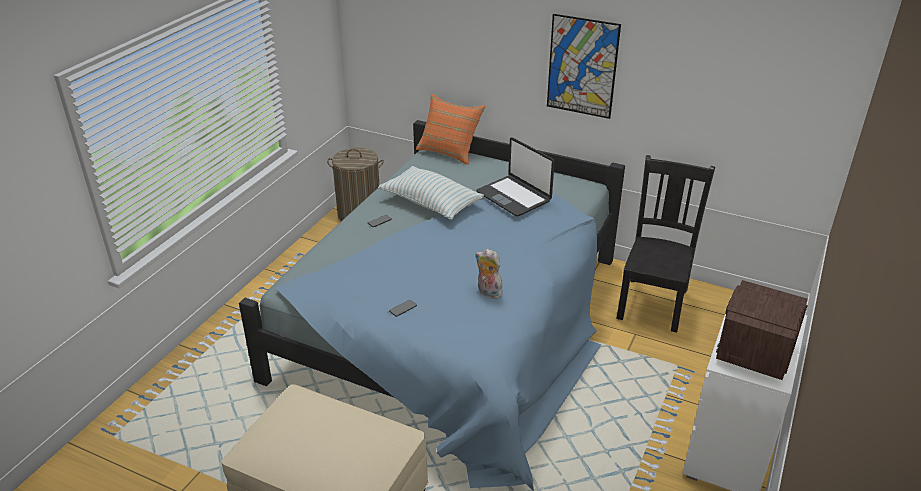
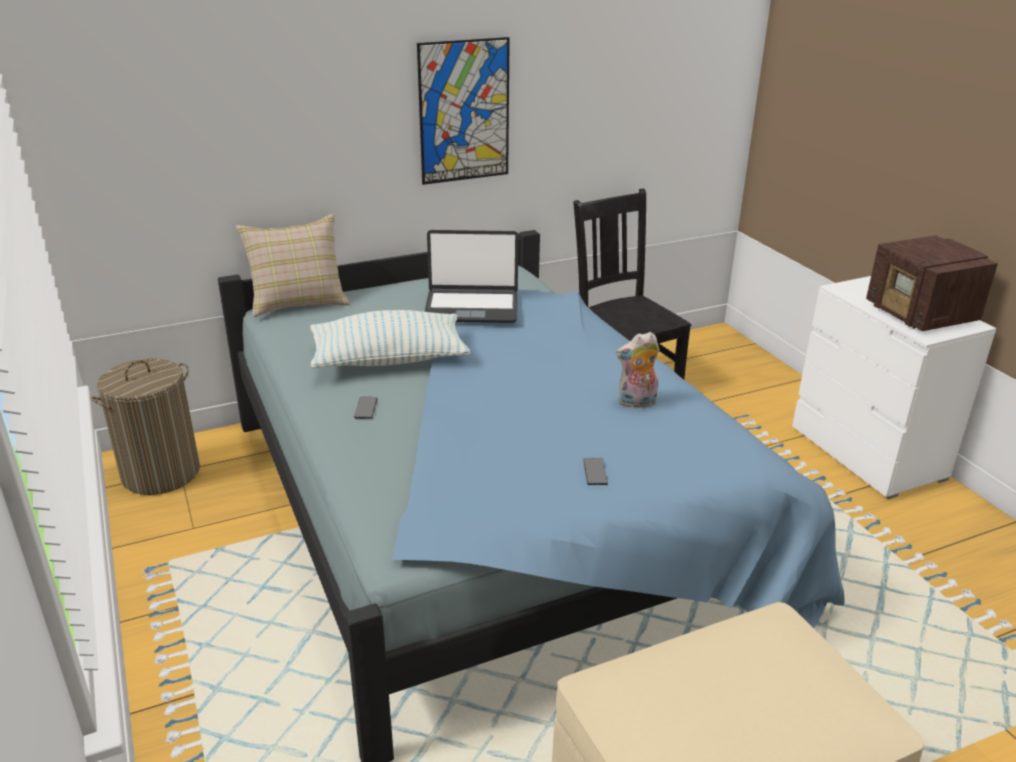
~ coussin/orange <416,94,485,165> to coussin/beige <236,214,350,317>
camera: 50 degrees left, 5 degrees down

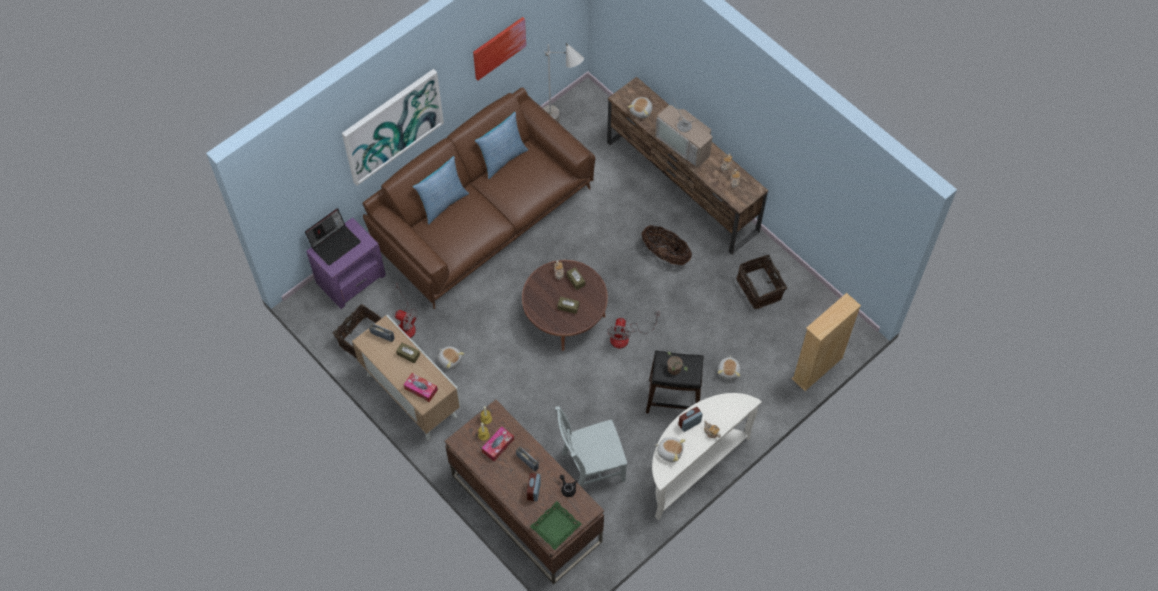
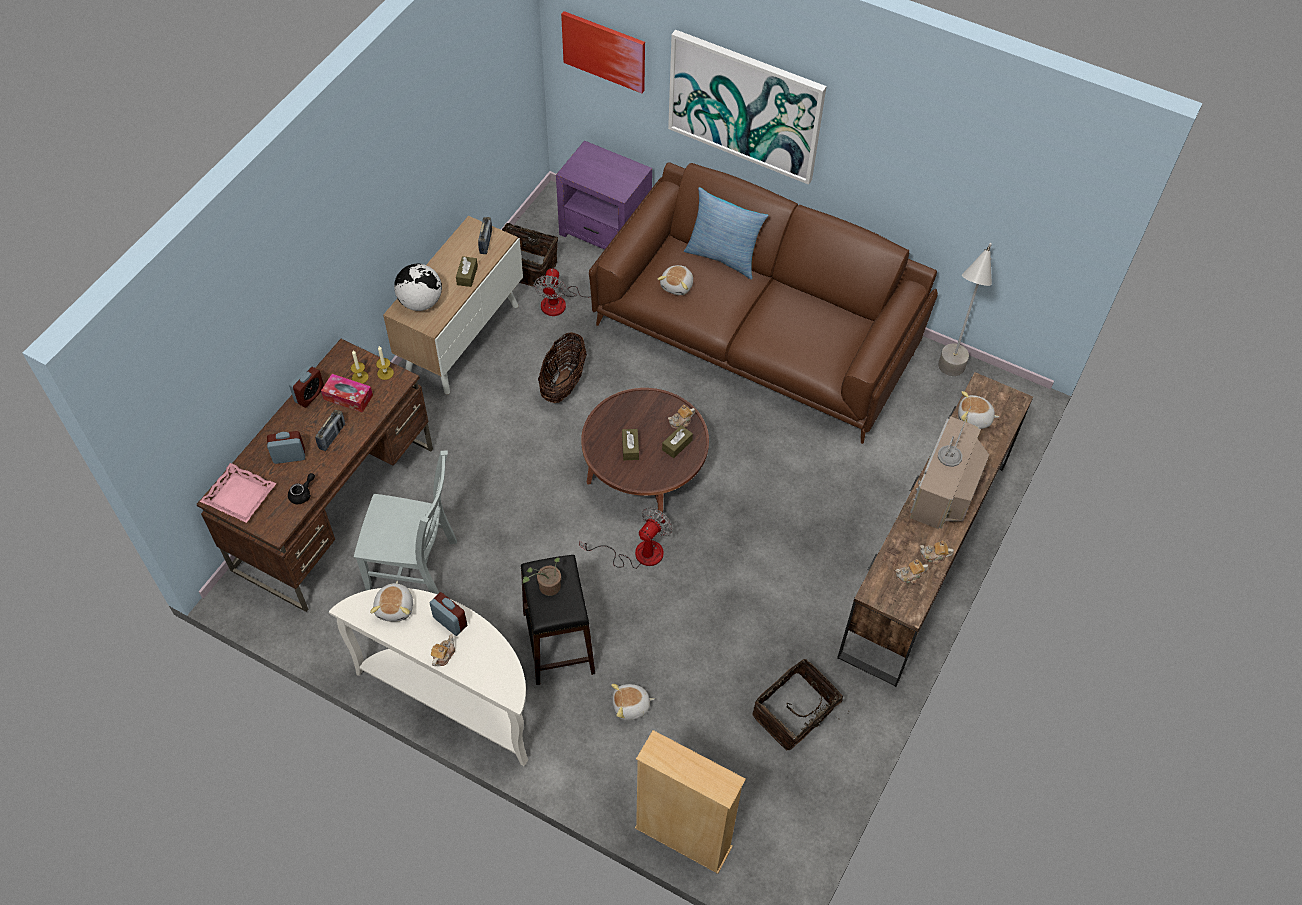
- ordinateur portable <305,208,361,265>
~ boîte à mouchoirs <404,373,438,402> to globe <394,264,442,311>
~ peluche <438,346,464,369> to <658,265,693,295>
~ tableau <473,17,526,80> to <561,11,645,93>
- coussin <475,112,528,179>
~ plateau/vert <530,501,582,550> to plateau/rose <200,463,276,523>
~ chaise/gris <555,406,627,488> = <354,450,457,594> 135 degrees clockwise
~ ventilateur <607,311,660,348> = <579,508,672,569> 135 degrees clockwise
~ panier <642,225,692,265> to <538,332,587,403>
+ réveil <289,365,324,408>
camera: 70 degrees right, 5 degrees down

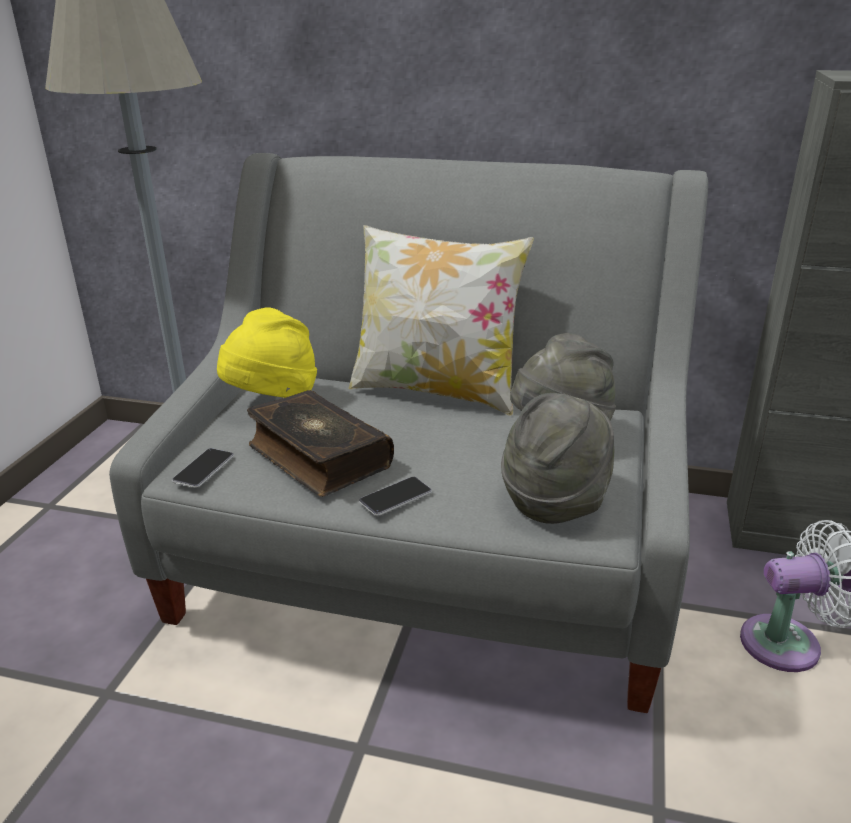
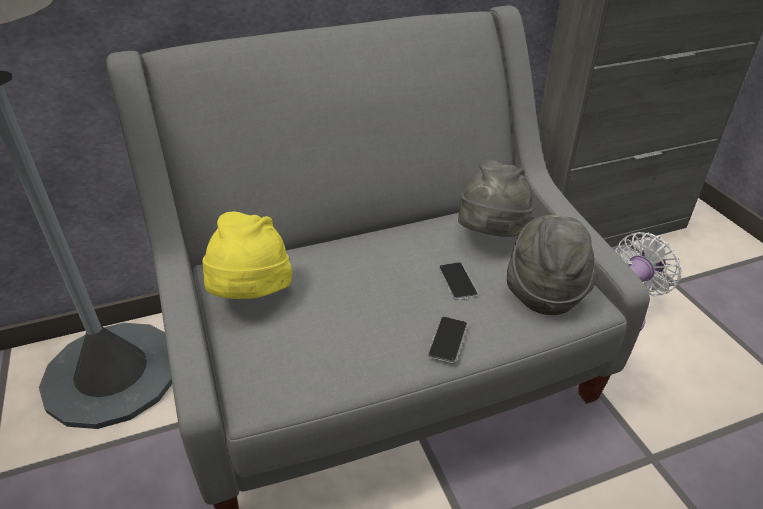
~ téléphone <172,448,234,488> to <439,262,478,300>
- livre <247,390,394,497>
- coussin <348,225,534,415>
camera: 35 degrees left, 10 degrees up

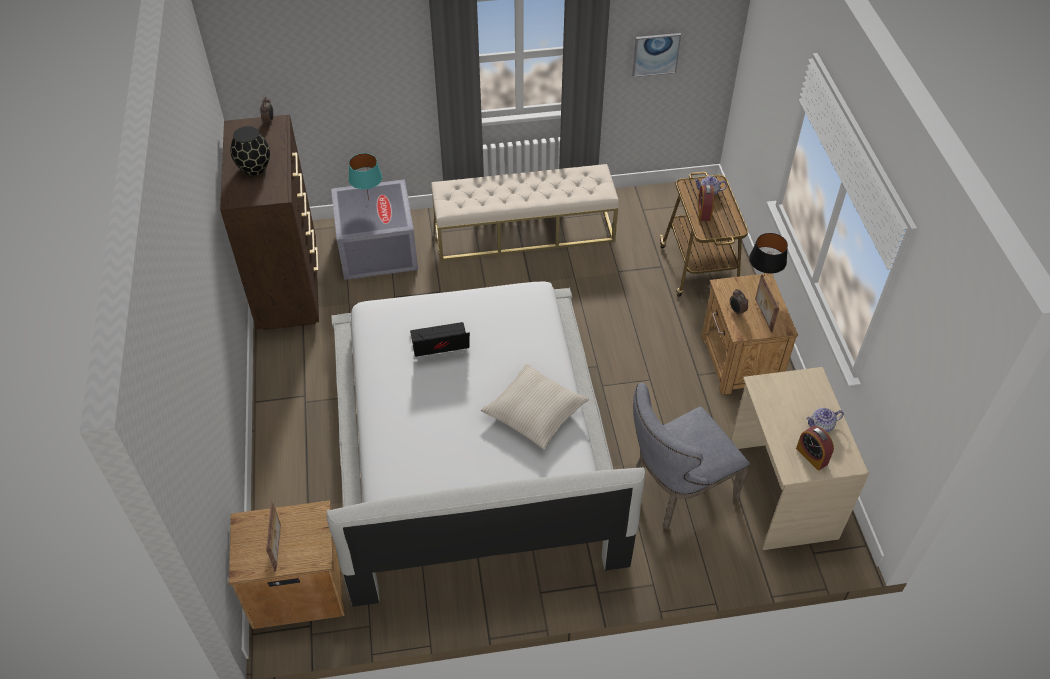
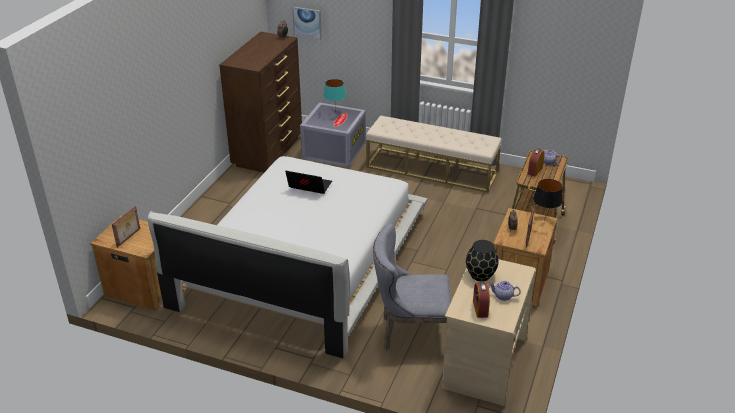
~ vase/noir <231,126,270,176> to <466,240,499,281>
- coussin/beige <481,364,589,450>
~ tableau <632,33,681,77> to <292,7,322,40>
camera: 30 degrees right, 15 degrees down

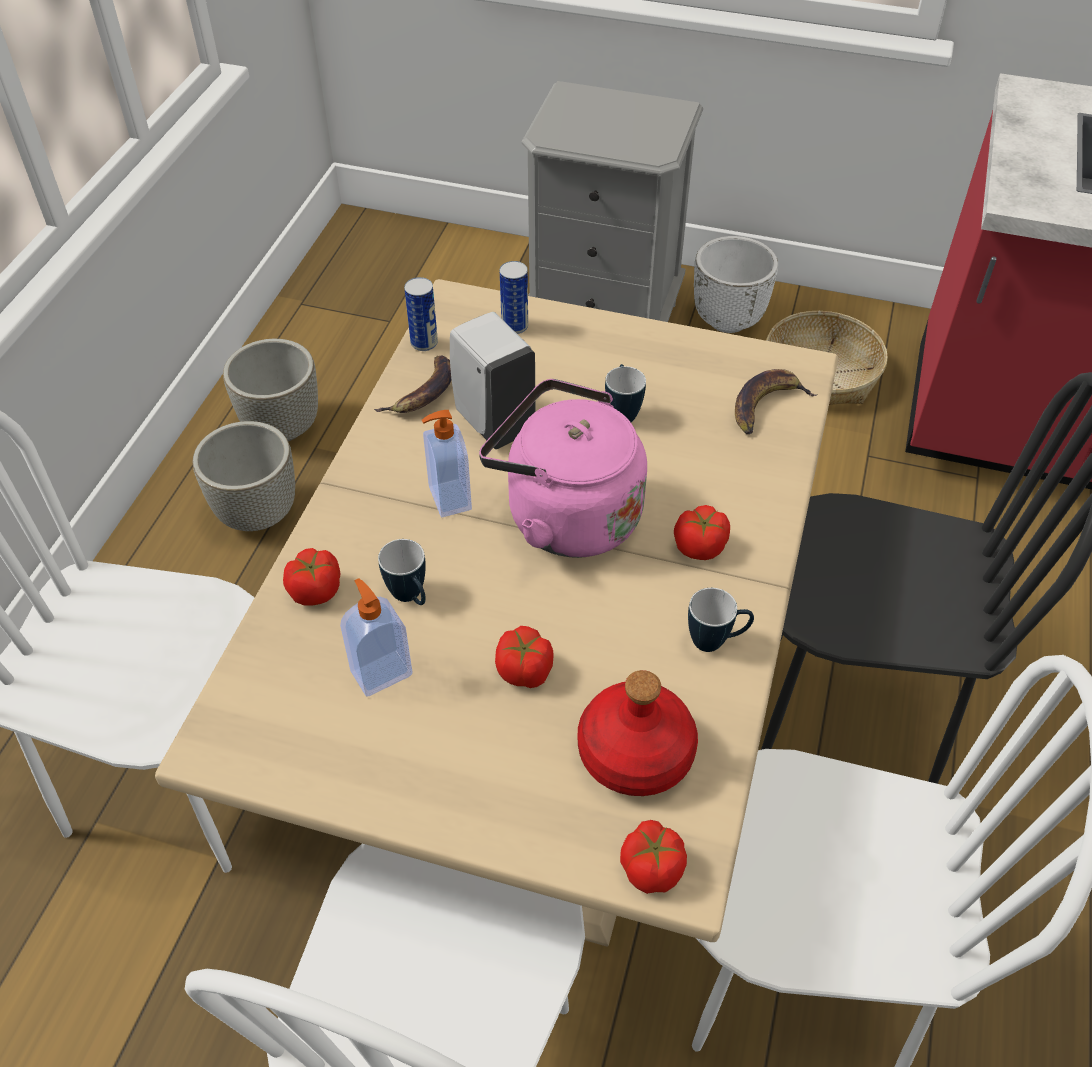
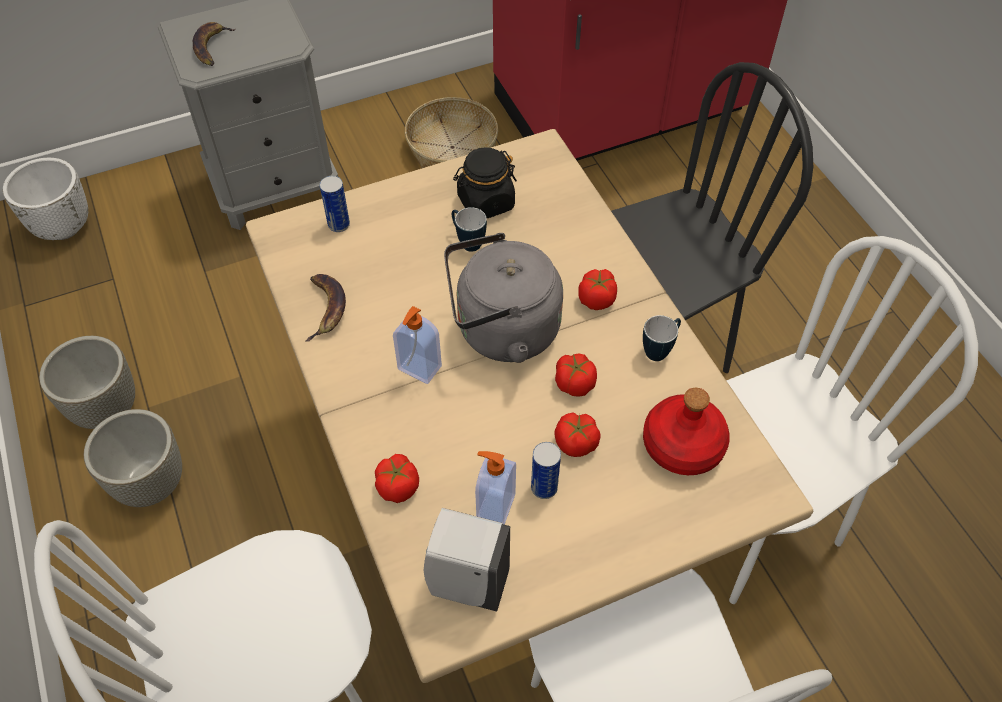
- mug <378,539,426,605>
~ boîte métallique <404,277,438,351> to <531,442,561,499>
~ distributeur de savon/blanc <450,312,536,449> to <424,508,510,612>
~ bouilloire/rose <479,379,647,558> to bouilloire/gris <444,233,563,363>
~ tomate <620,820,687,894> to <555,353,597,397>
~ cache-pot/blanc <694,236,778,333> to <3,158,88,240>
~ banane <735,369,817,434> to <193,22,236,66>
+ bocal/noir <453,147,517,219>
camera: 40 degrees left, 5 degrees up

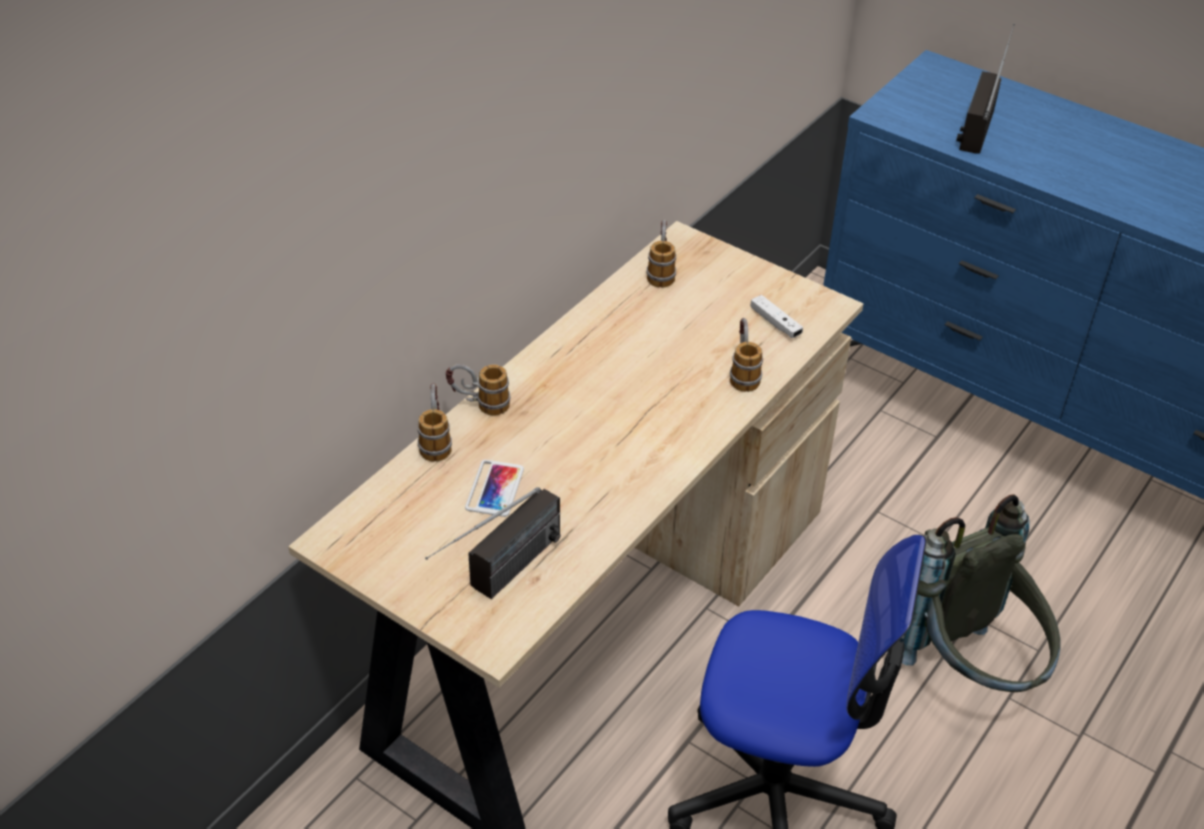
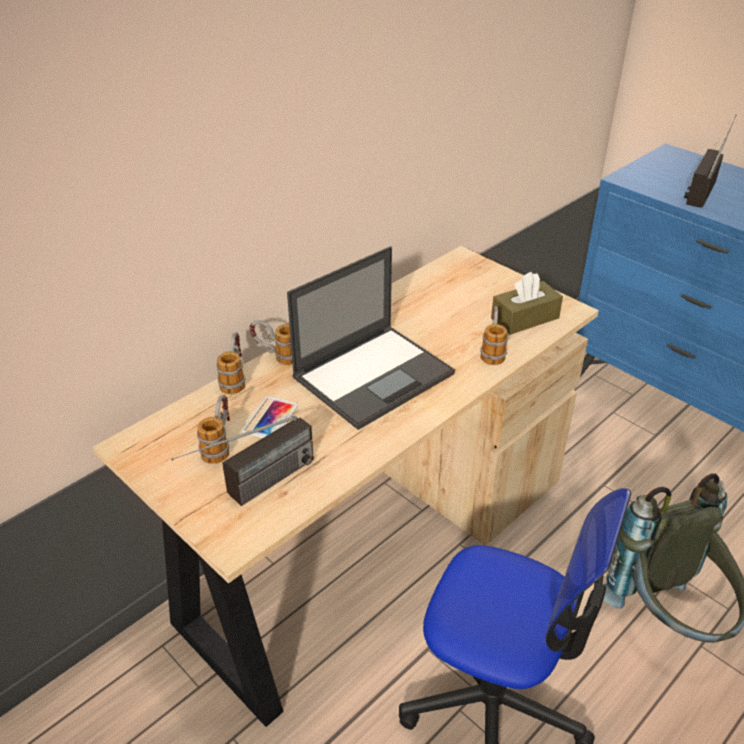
~ mug <647,220,676,288> to <197,395,230,464>
~ manette/blanc <751,295,803,338> to boîte à mouchoirs/marron <491,272,563,335>
+ ordinateur portable <287,246,455,430>
camera: 10 degrees right, 5 degrees down

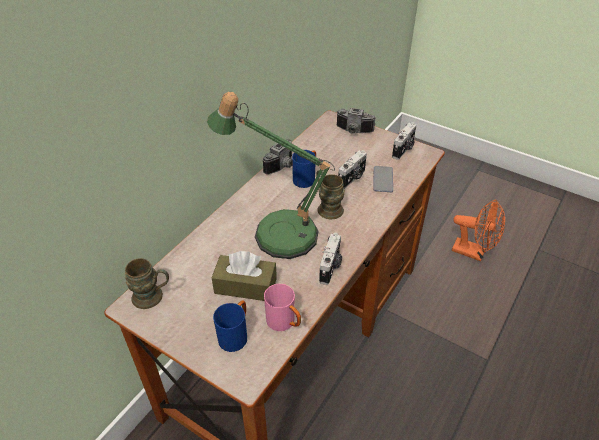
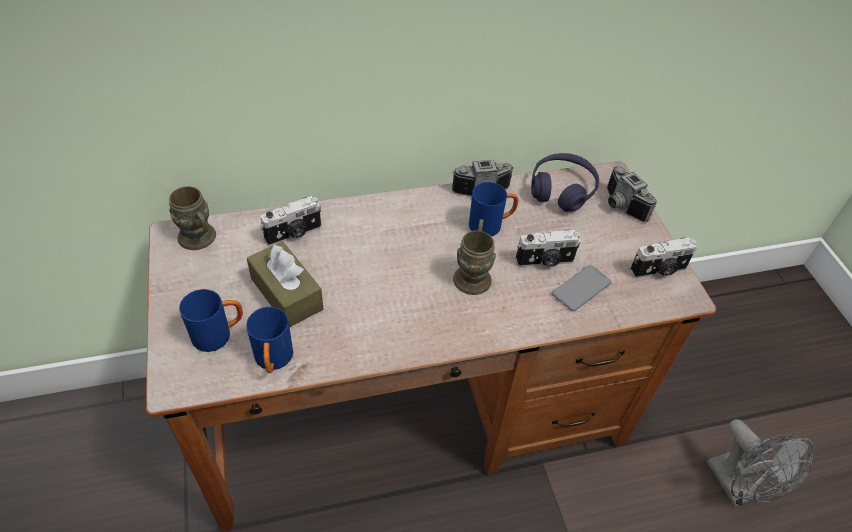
- lampe de table <207,92,335,259>
~ mug/rose <264,284,301,331> to mug/bleu <246,307,293,373>
~ appareil photo <319,233,342,285> to <260,196,321,246>
~ ventilateur/orange <452,199,505,261> to ventilateur/gris <707,419,814,507>
+ casque audio/violet <531,153,599,212>
camera: 40 degrees right, 5 degrees up

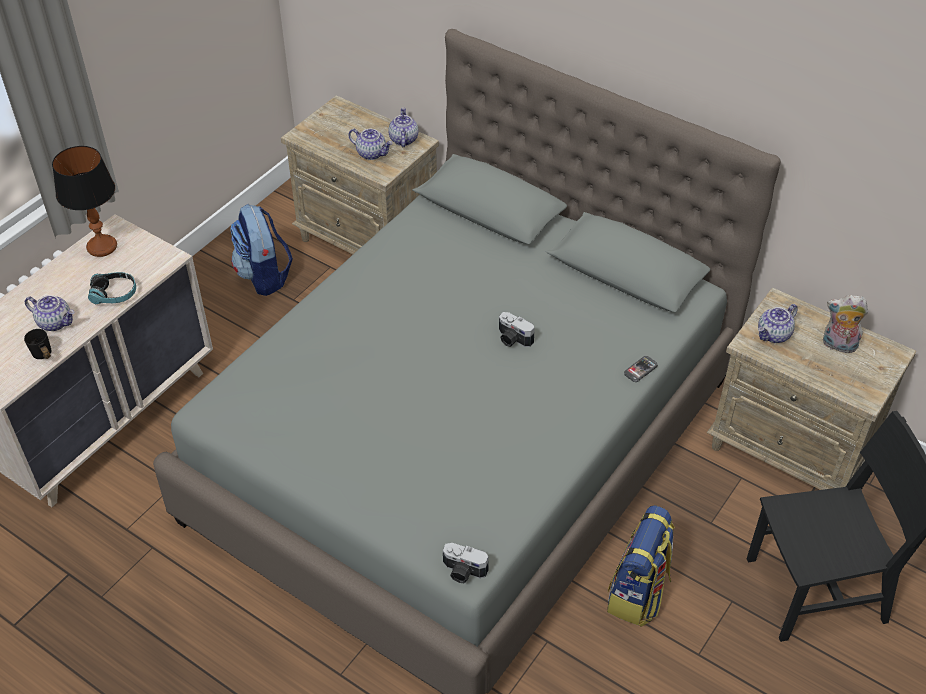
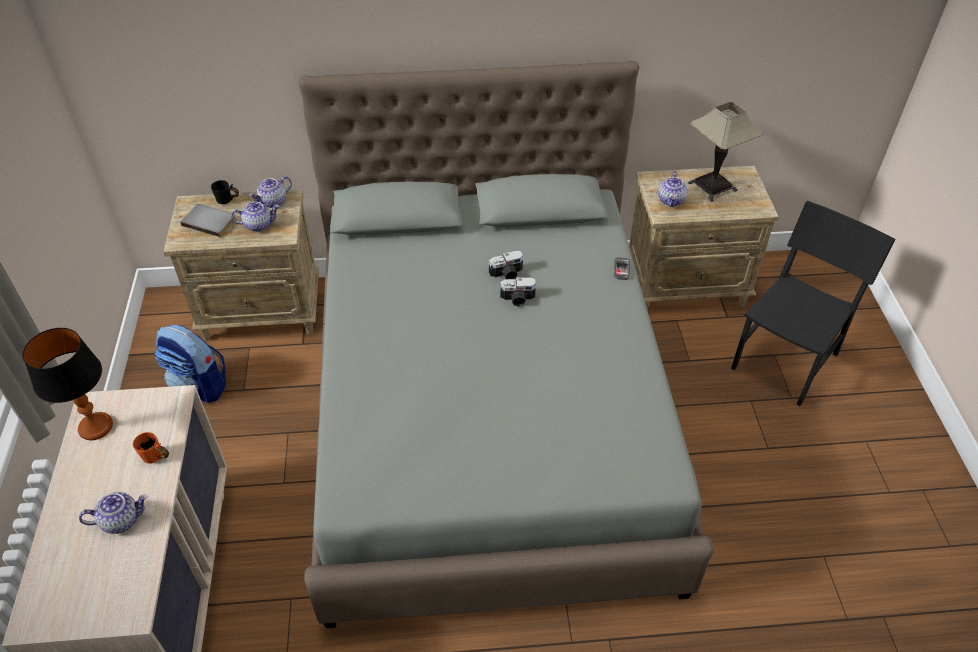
~ mug/noir <24,329,52,359> to <211,180,239,204>
~ casque audio <88,272,136,304> to mug/orange <133,432,169,464>
~ théière <388,107,418,147> = <248,176,292,208> 90 degrees counterclockwise
~ appareil photo <443,543,489,583> to <489,250,523,279>
- sac à dos <607,505,675,627>
~ peluche <823,295,868,353> to lampe de table <688,102,763,202>
+ livre/gris <180,204,237,237>
camera: 40 degrees left, 0 degrees up

